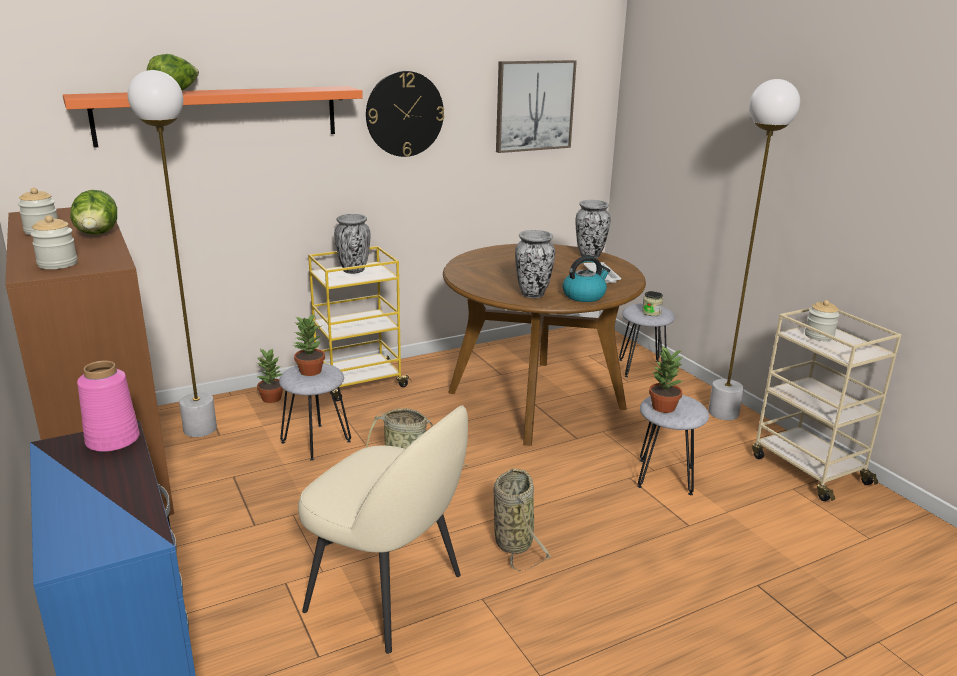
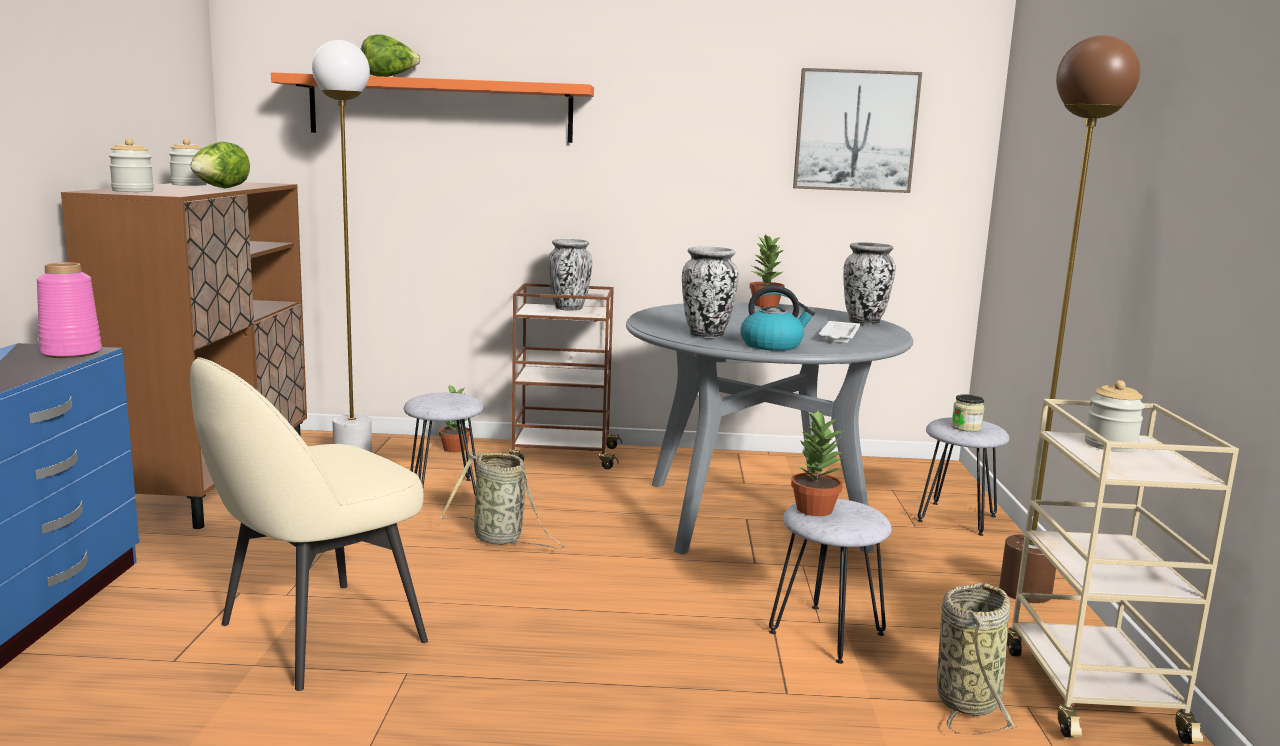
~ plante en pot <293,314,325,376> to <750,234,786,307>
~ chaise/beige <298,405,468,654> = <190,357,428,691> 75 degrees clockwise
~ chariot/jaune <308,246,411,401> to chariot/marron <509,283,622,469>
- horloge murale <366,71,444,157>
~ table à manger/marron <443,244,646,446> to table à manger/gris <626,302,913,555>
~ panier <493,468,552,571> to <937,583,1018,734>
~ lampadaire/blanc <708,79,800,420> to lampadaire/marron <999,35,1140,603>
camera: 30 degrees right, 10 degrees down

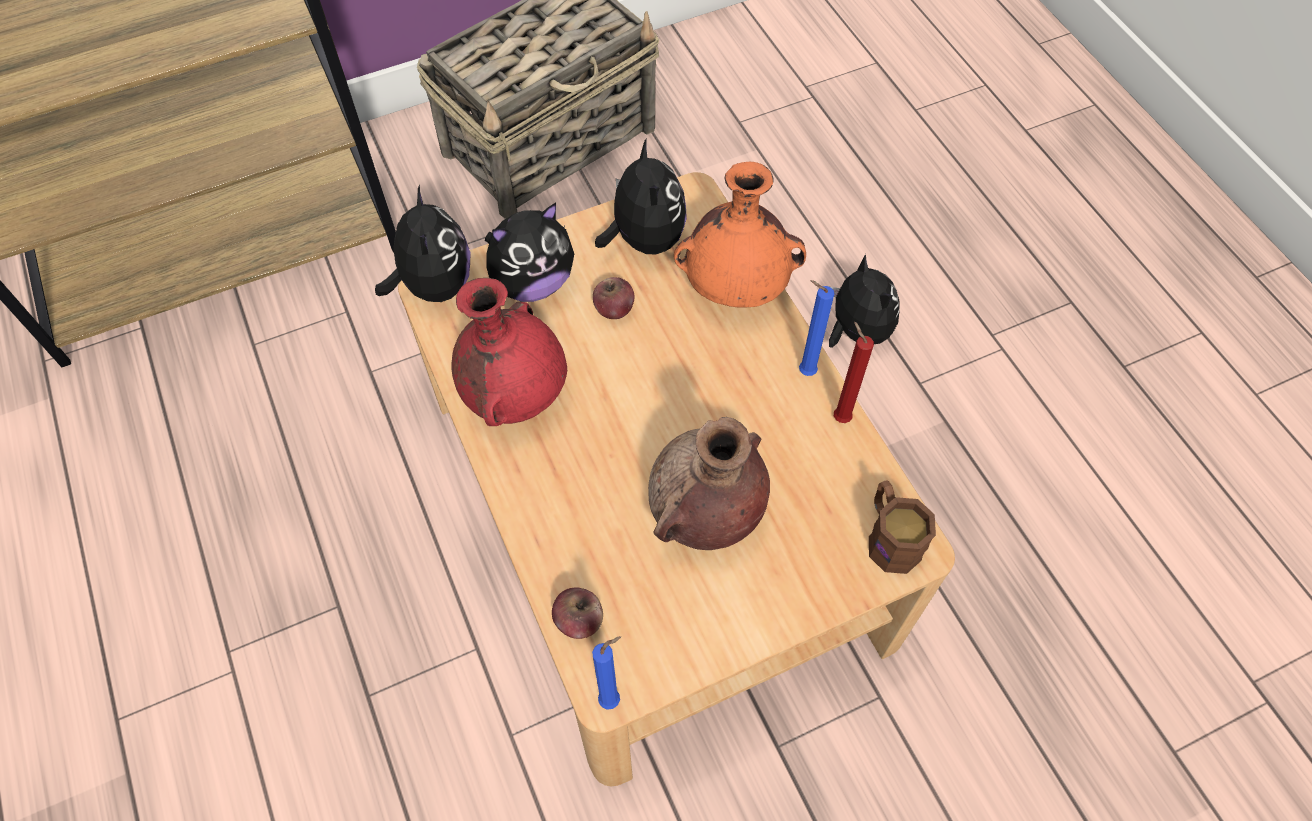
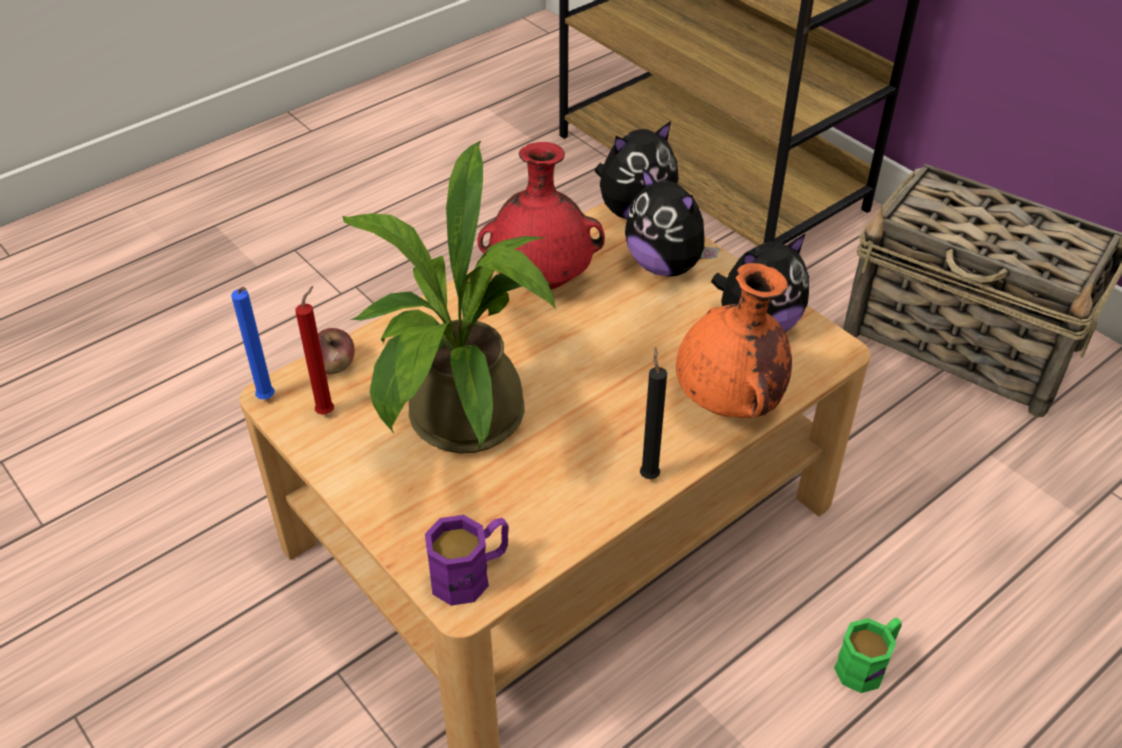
- pomme <593,277,634,319>
~ vase/marron <648,417,770,550> to plante en pot <343,141,556,453>
~ bougie/bleu <799,280,834,376> to bougie/noir <640,347,667,479>
~ peluche <829,254,900,348> to mug/vert <834,618,902,693>
~ bougie/rouge <834,322,874,423> to <295,286,334,415>
~ mug/marron <869,480,936,574> to mug/violet <425,515,509,606>
camera: 75 degrees right, 15 degrees down

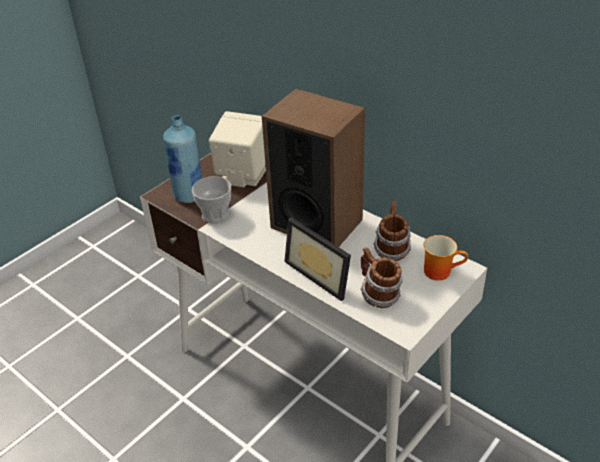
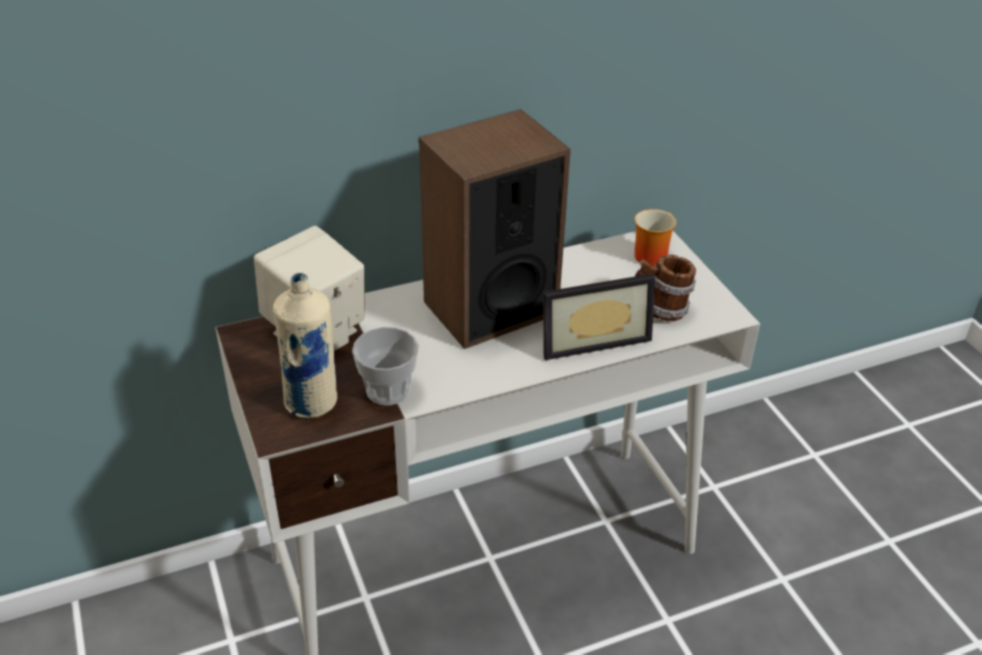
~ bouteille/bleu <163,115,202,203> to bouteille/beige <273,273,337,418>
- mug <373,201,411,261>
camera: 65 degrees left, 0 degrees up

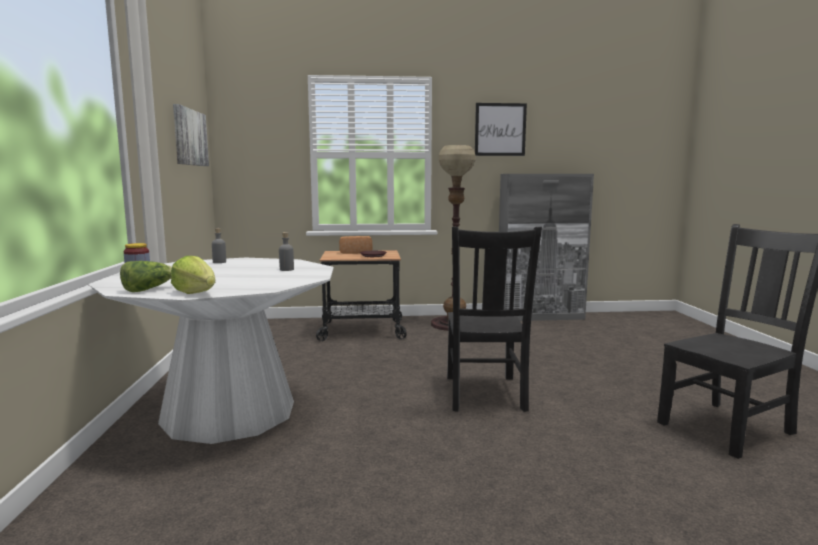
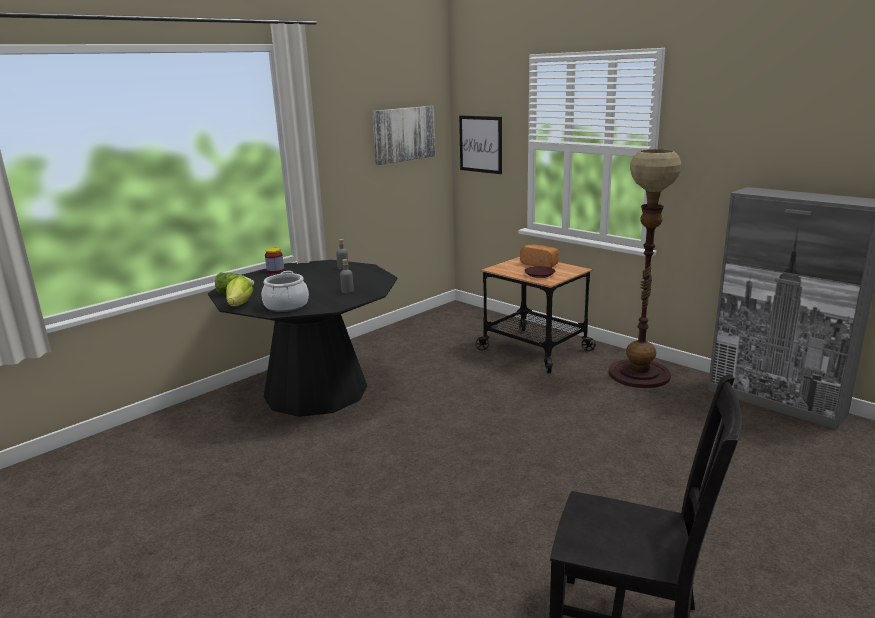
~ table à manger/blanc <88,258,334,444> to table à manger/noir <208,260,398,417>
- chaise/noir <447,227,542,412>
~ tableau <475,103,527,156> to <459,115,502,174>
+ marmite <262,271,309,312>
camera: 50 degrees right, 10 degrees up

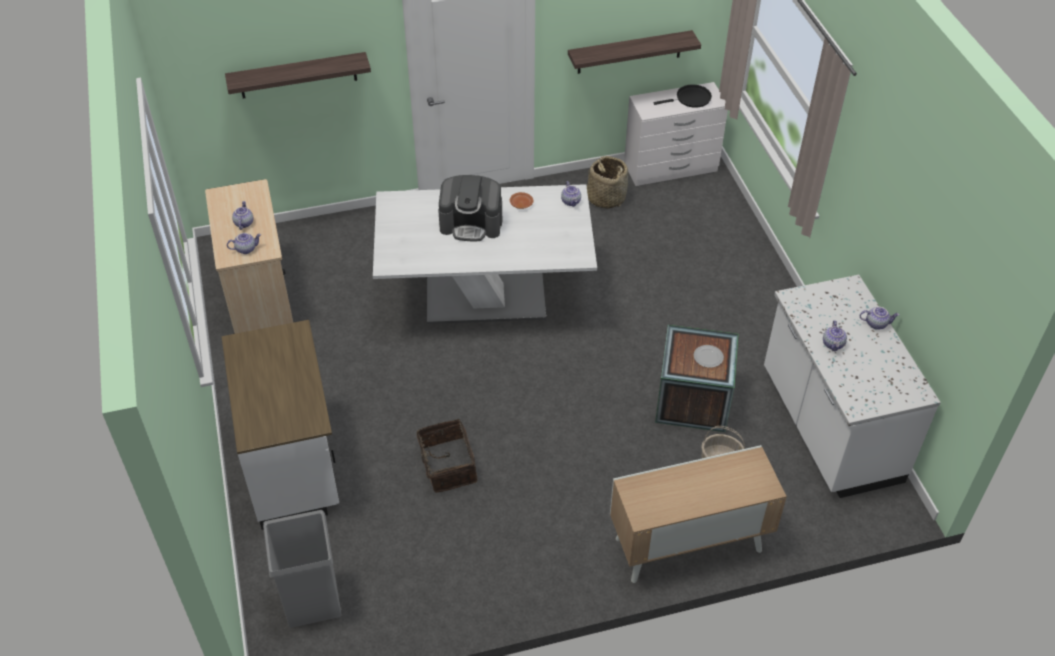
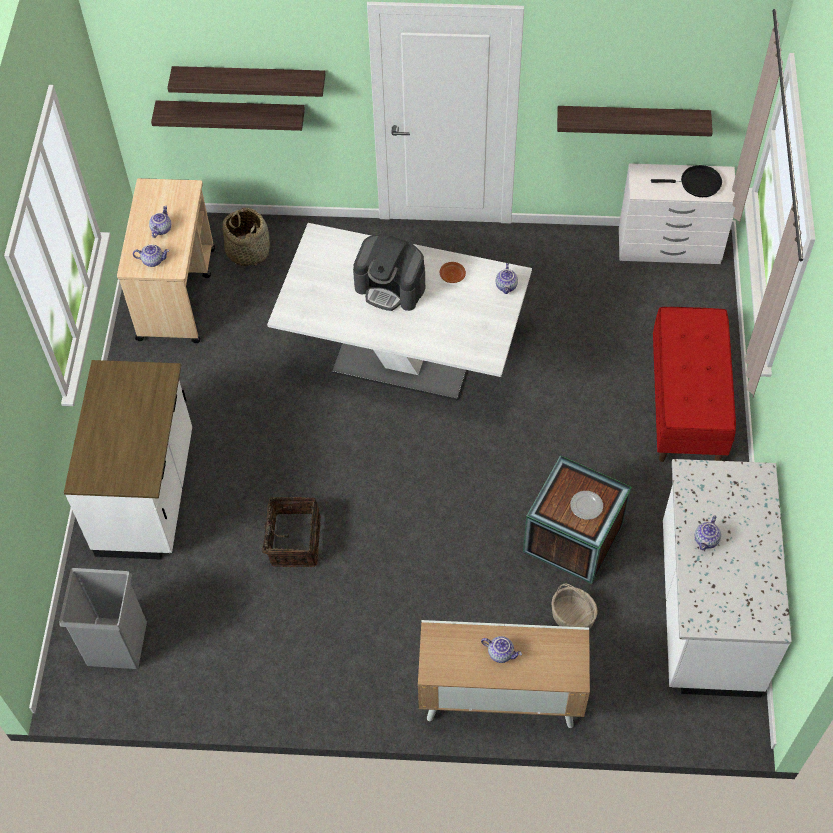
~ panier <587,156,628,209> to <222,207,270,266>
~ théière <860,307,900,330> to <481,636,522,663>
+ étagère <151,100,305,131>
+ banc/rouge <653,307,736,462>
camera: 20 degrees right, 10 degrees up

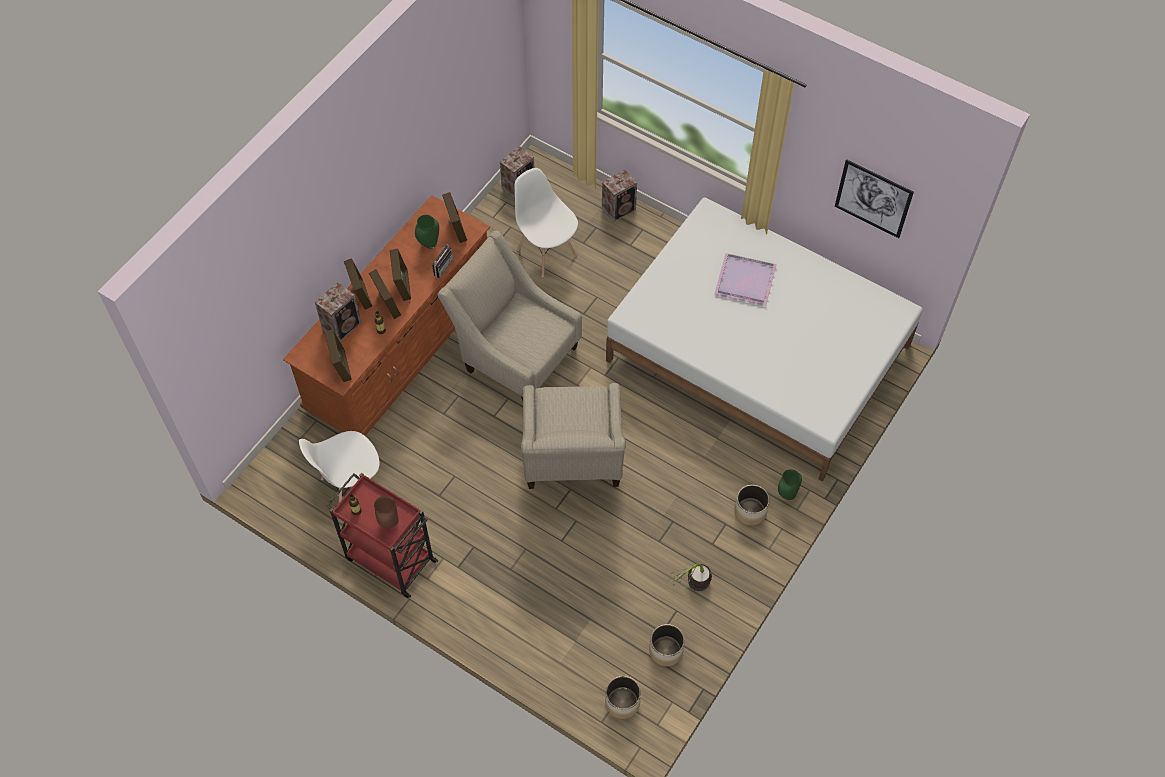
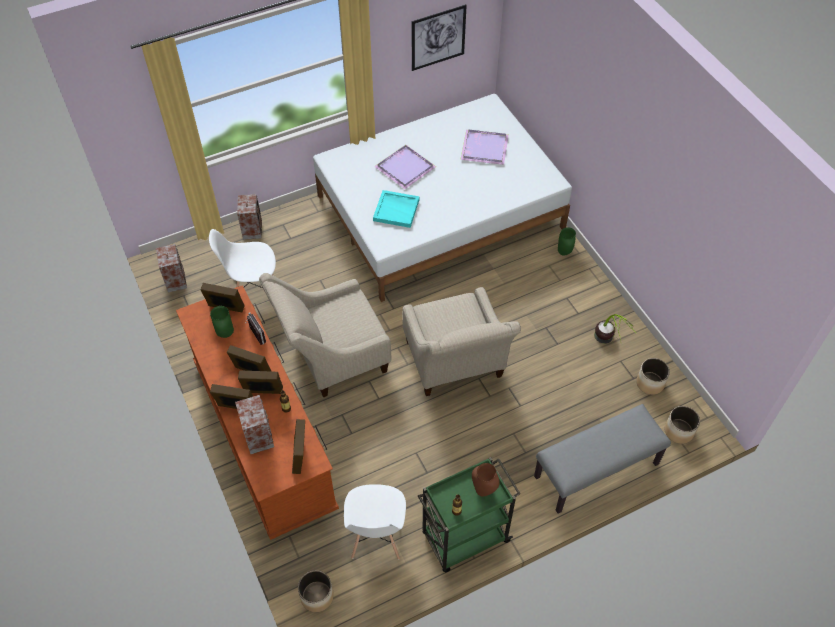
~ cadre photo <324,329,352,382> = <292,419,305,474> 105 degrees counterclockwise
~ chariot/rouge <326,472,439,598> to chariot/vert <418,457,520,572>
~ fauteuil/beige <521,383,626,489> = <402,287,521,396> 45 degrees clockwise
~ cache-pot <734,485,770,526> to <298,570,334,612>
+ plateau/turquoise <373,190,419,228>
+ plateau/violet <460,130,509,165>
+ banc/gris <534,404,671,514>
camera: 60 degrees left, 5 degrees down

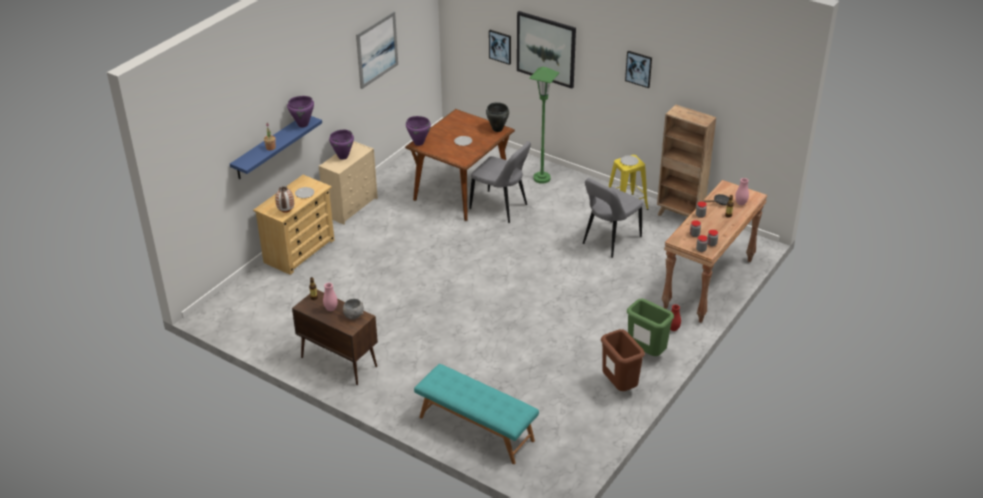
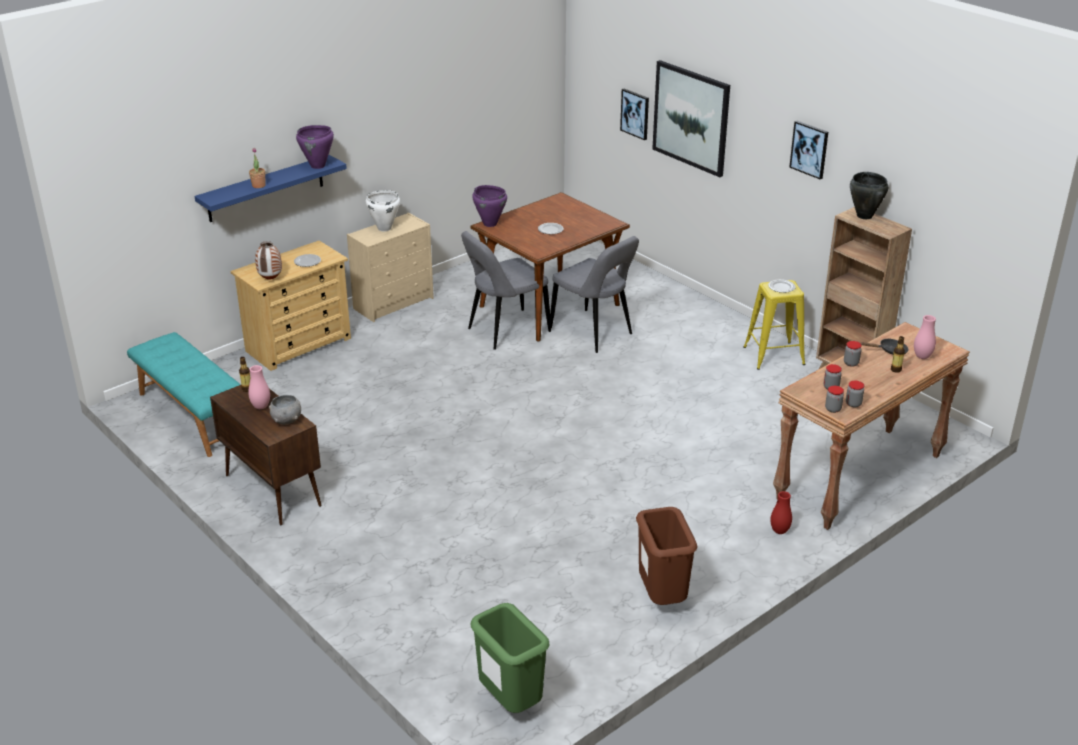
~ marmite/violet <329,130,354,160> to marmite/blanc <365,190,400,231>
- tableau <356,11,398,89>
~ banc/turquoise <414,364,539,464> to <127,332,241,457>
~ marmite/noir <486,102,509,132> to <850,172,889,219>
- lampadaire/vert <529,67,559,184>
~ chaise/gris <583,178,643,258> to <461,231,551,350>
~ poubelle/vert <627,299,674,356> to <471,603,549,713>
camera: 15 degrees right, 5 degrees down

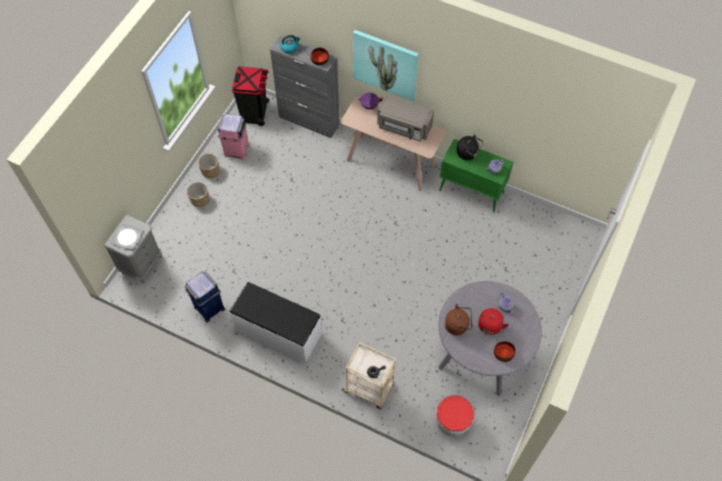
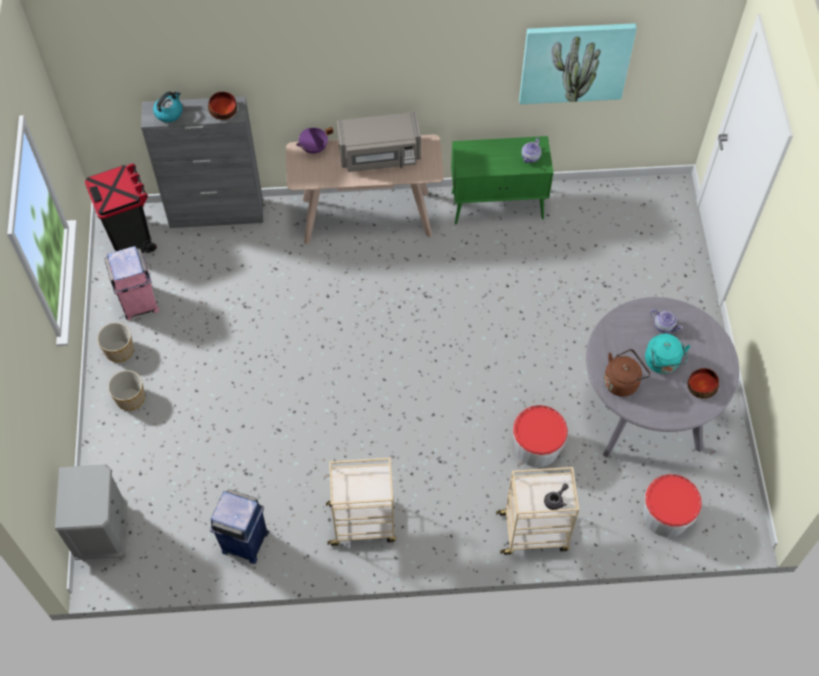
- assiette <111,223,143,250>
~ banc/blanc <230,282,322,363> to chariot/beige <326,458,396,546>
~ tableau <353,30,419,101> to <519,23,637,104>
- bouilloire/noir <457,135,483,160>
~ bouilloire/rouge <478,308,509,335> to bouilloire/turquoise <645,334,691,374>
+ seau <513,405,568,467>
camera: 30 degrees left, 0 degrees up

